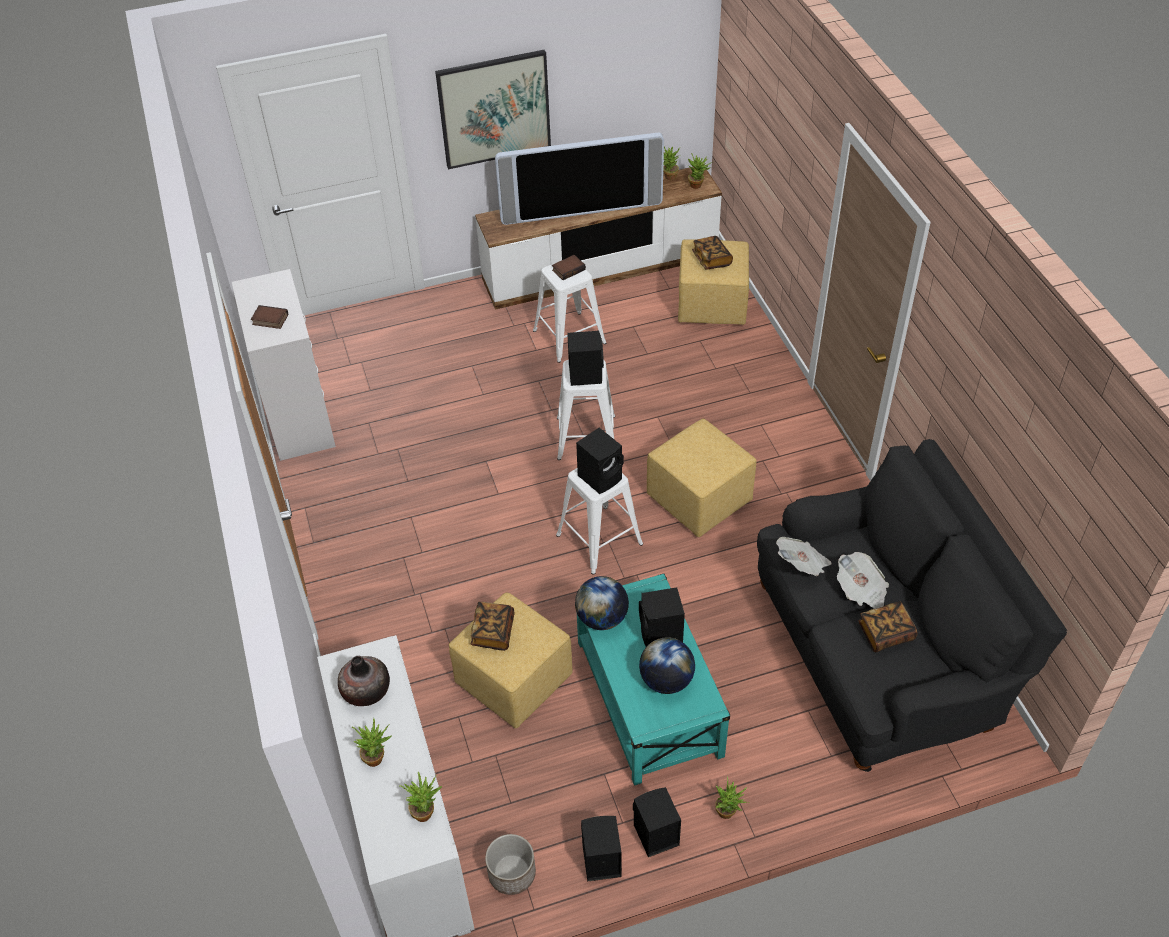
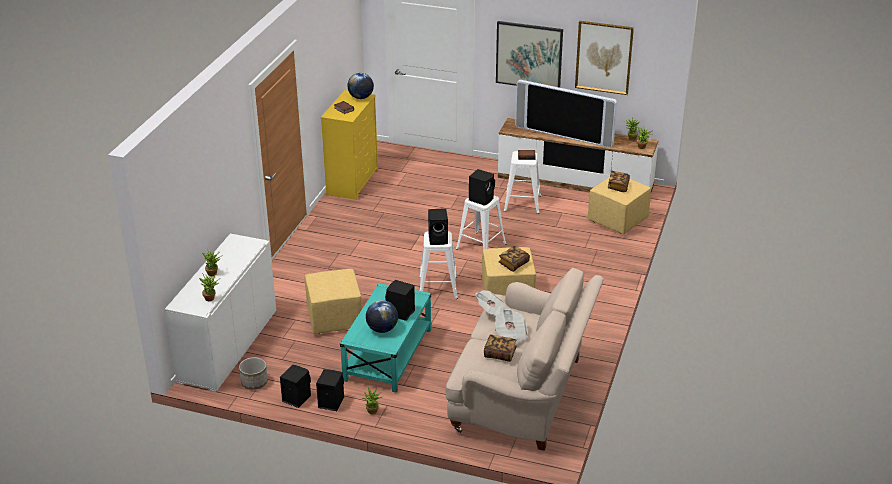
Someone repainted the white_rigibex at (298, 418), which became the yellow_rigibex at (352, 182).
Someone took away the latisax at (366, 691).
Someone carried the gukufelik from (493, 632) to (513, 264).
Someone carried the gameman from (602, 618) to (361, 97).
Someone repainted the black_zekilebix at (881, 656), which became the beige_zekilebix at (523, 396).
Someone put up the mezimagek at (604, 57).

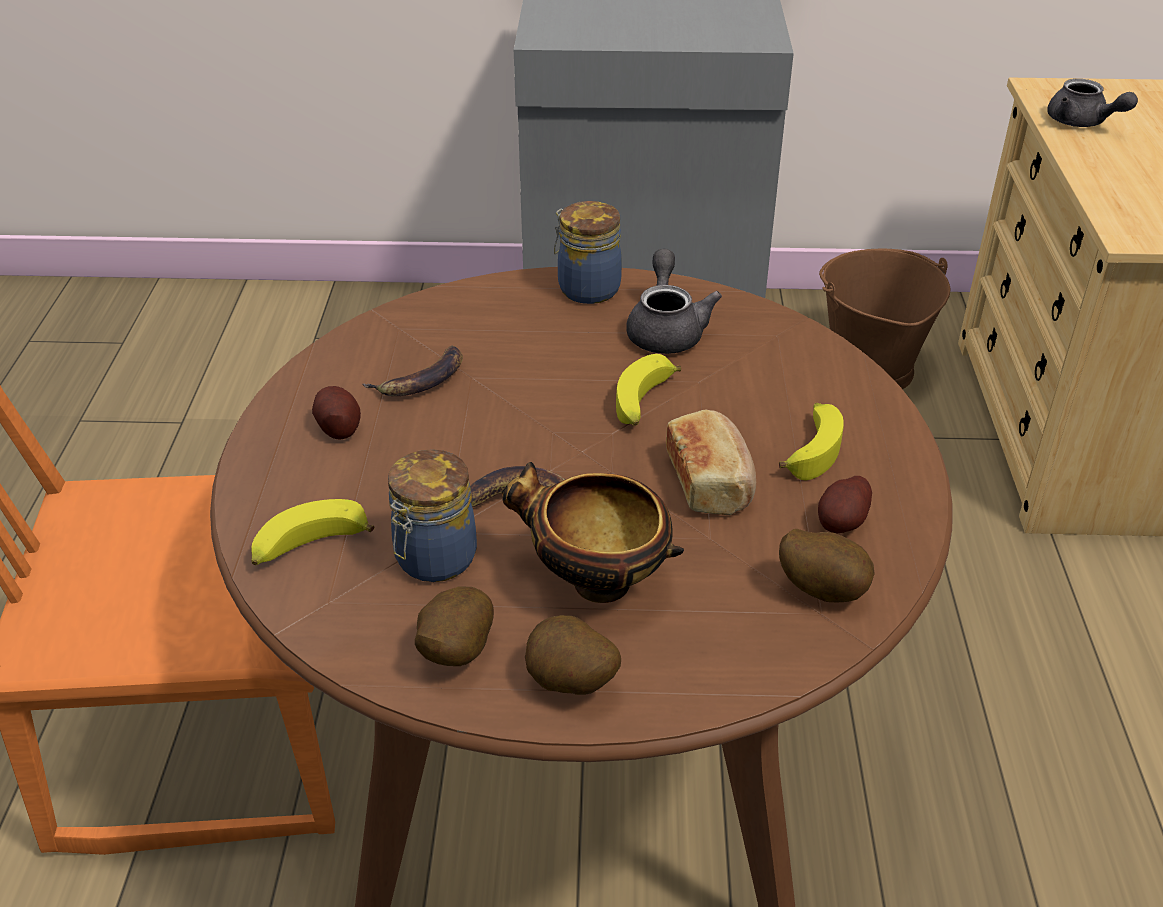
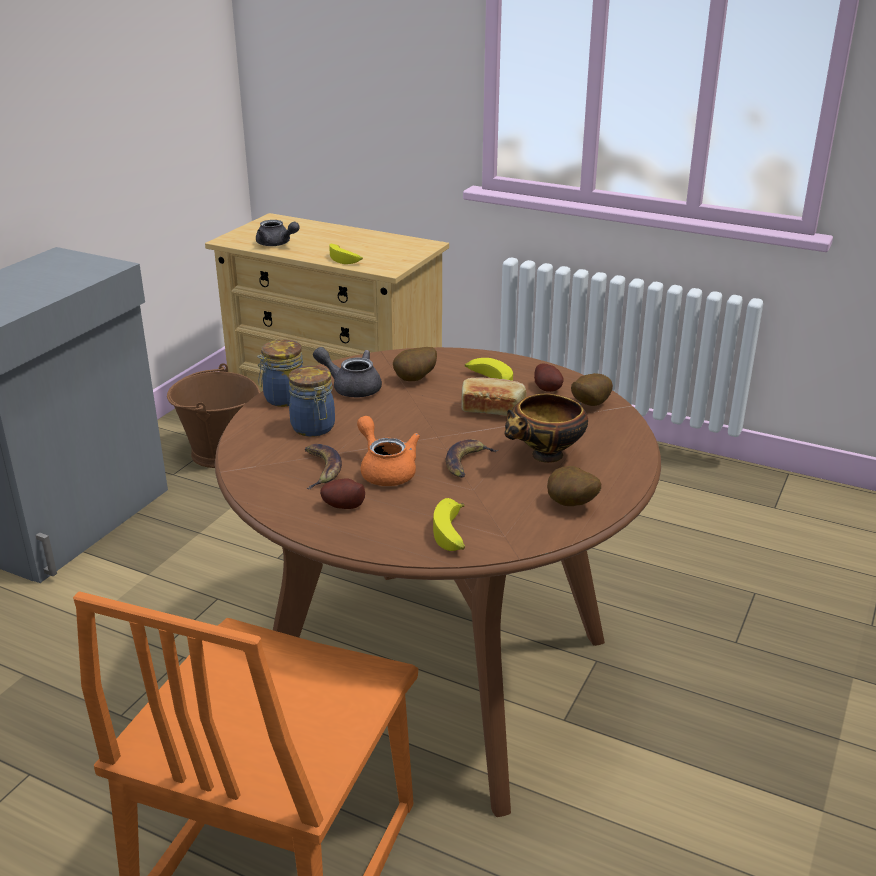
Someone carried the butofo from (433, 560) to (314, 428).
Someone carried the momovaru from (570, 685) to (416, 380).
Someone carried the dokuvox from (644, 403) to (345, 259).
Someone rotated the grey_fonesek at (1082, 123) by 45 degrees clockwise.
Someone put down the orange_fonesek at (385, 470).

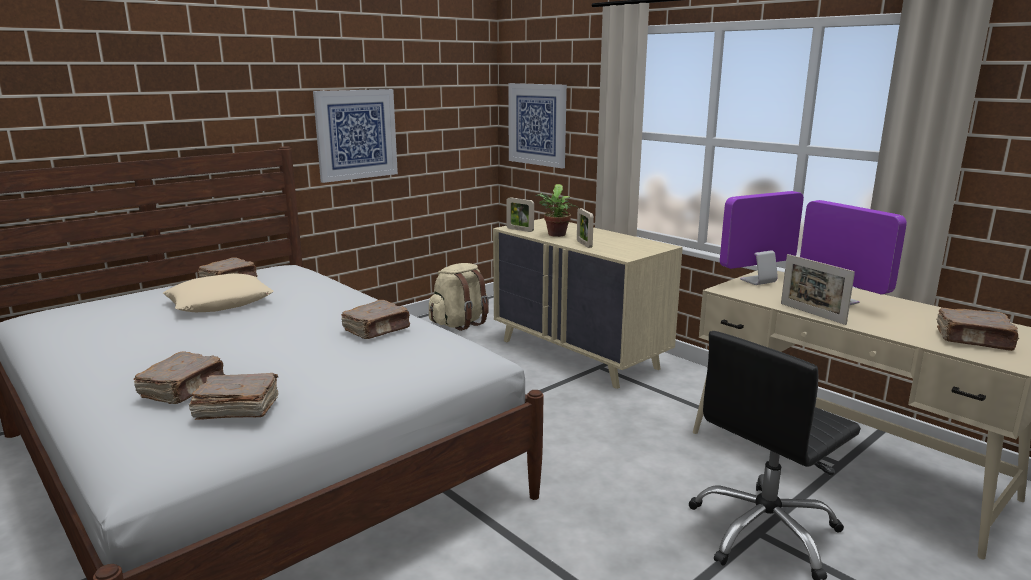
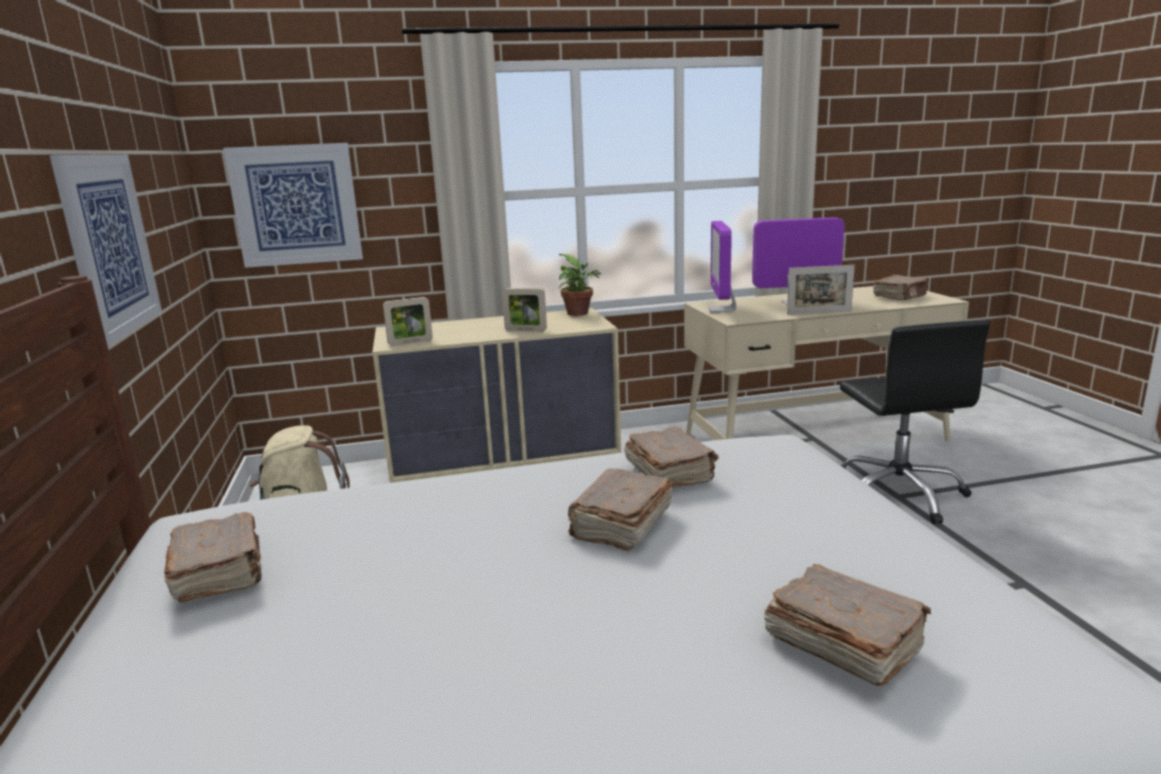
Someone took away the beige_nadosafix at (220, 302).
Someone carried the brown_gukufelik from (236, 409) to (620, 525).
Someone carried the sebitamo from (556, 235) to (579, 314).

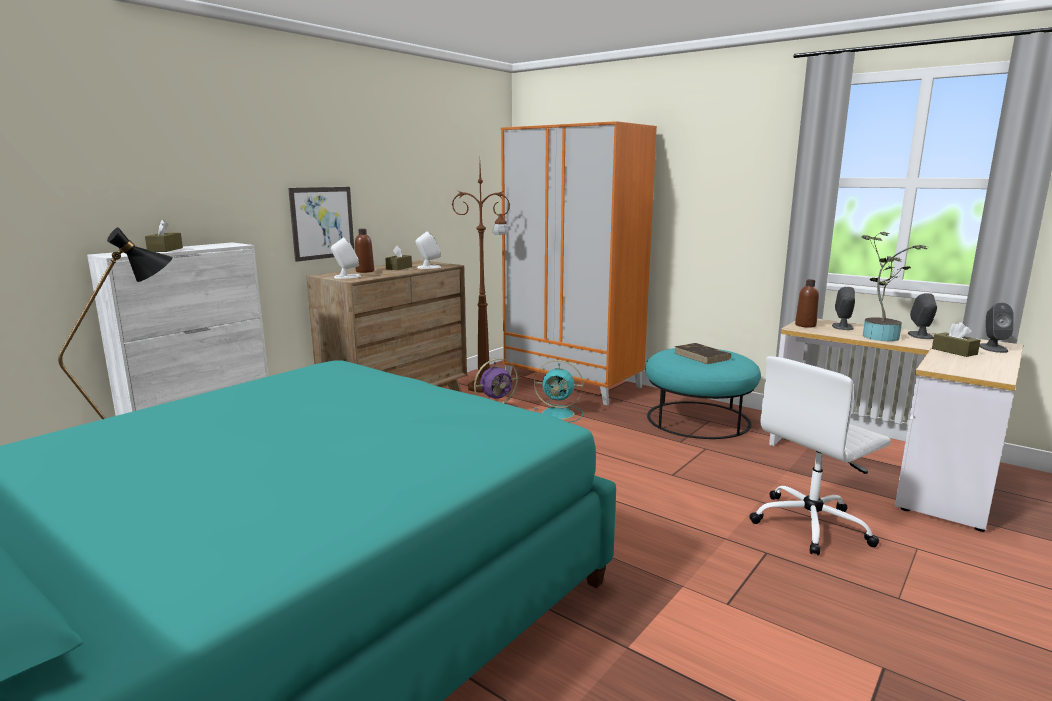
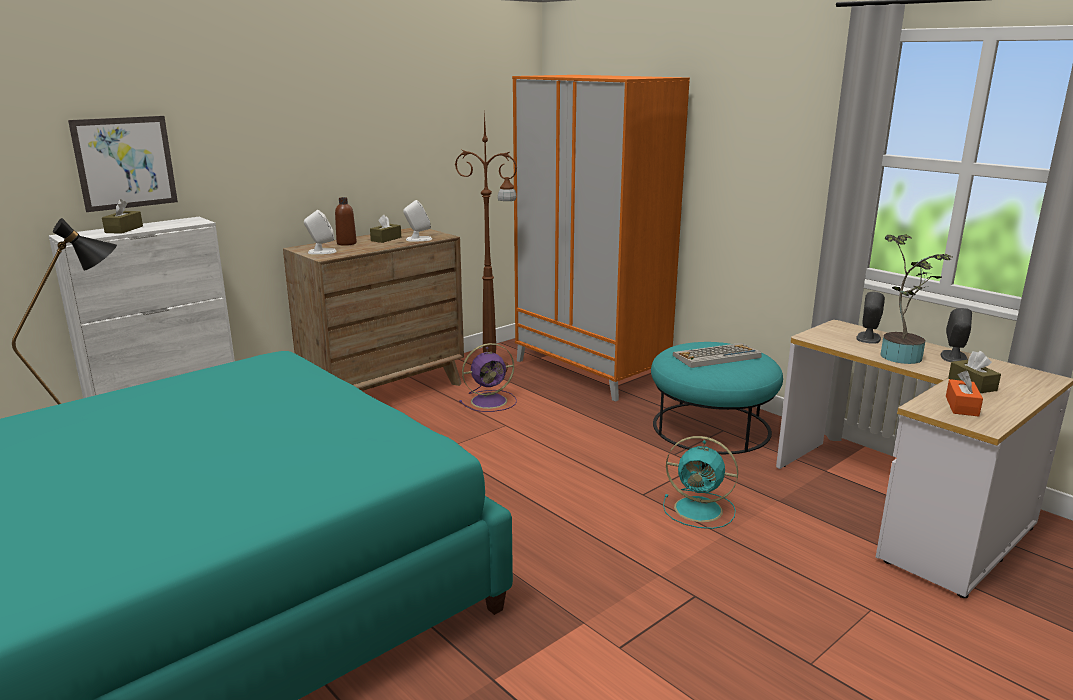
Someone carried the mezimagek from (322, 223) to (125, 163).
Someone carried the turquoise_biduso from (559, 414) to (700, 510).
Someone swapped the brown_gukufelik at (702, 356) for the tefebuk at (716, 357).
Someone took away the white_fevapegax at (812, 524).
Someone took away the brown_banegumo at (805, 325).
Someone took away the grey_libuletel at (993, 348).
Someone put down the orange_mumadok at (962, 406).

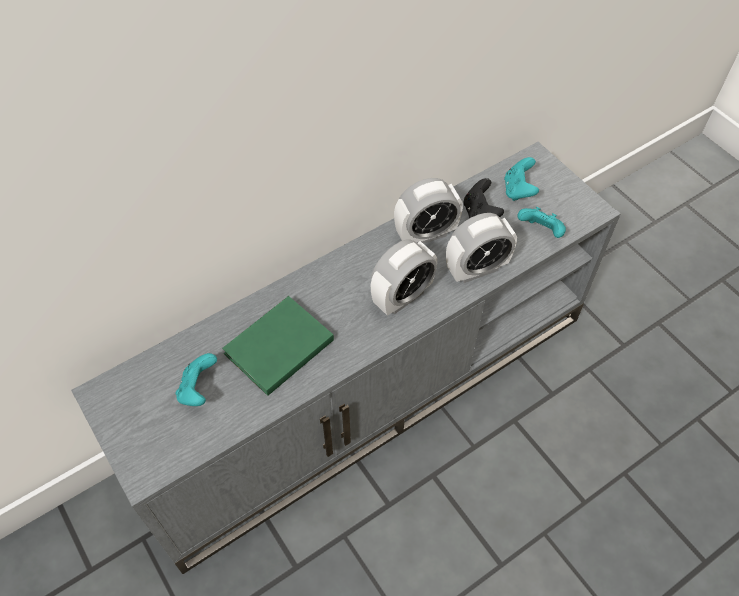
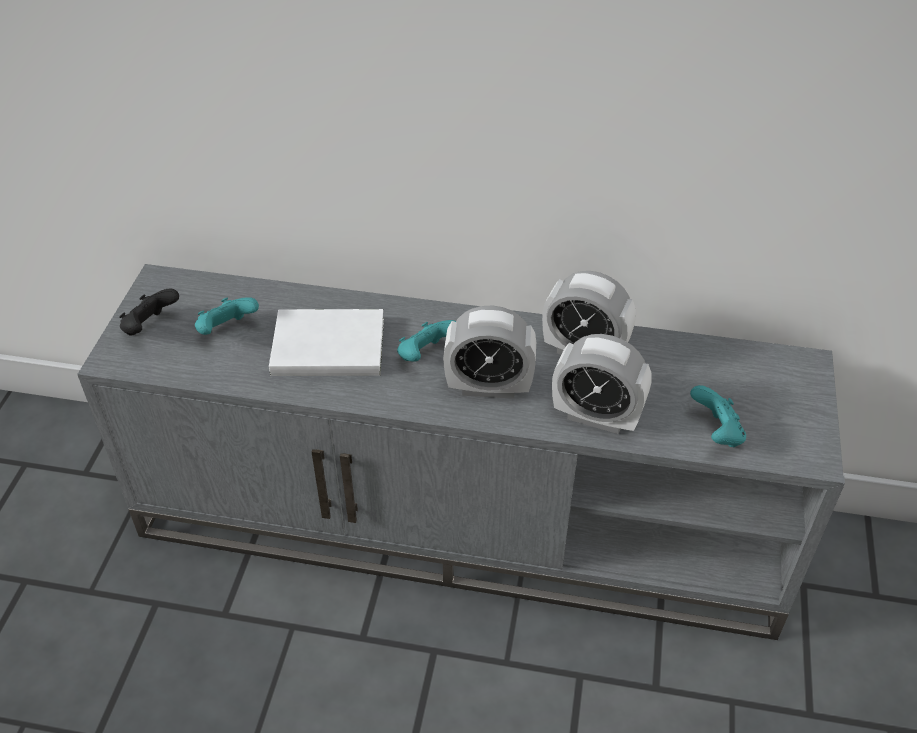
Someone repainted the green_gukufelik at (276, 347), which became the white_gukufelik at (325, 345).
Someone carried the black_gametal from (480, 213) to (150, 327).
Someone carried the turquoise_gametal from (518, 190) to (426, 355).

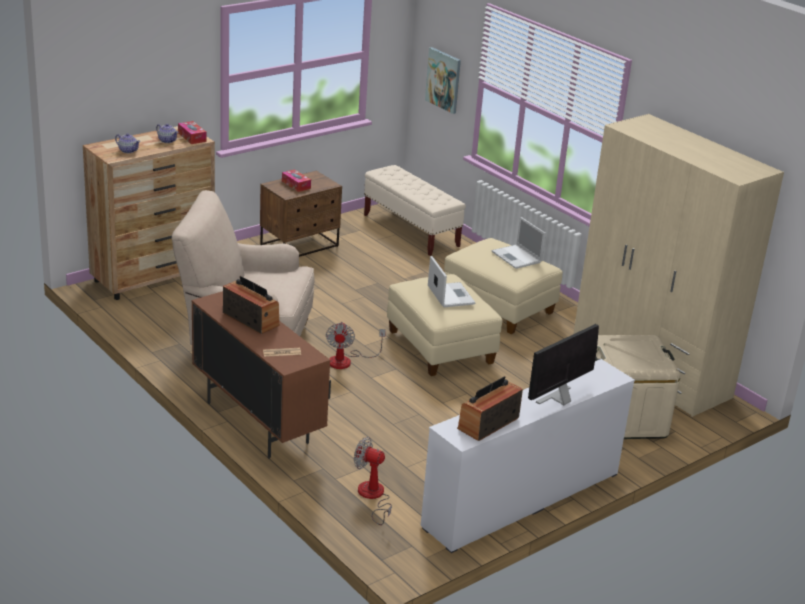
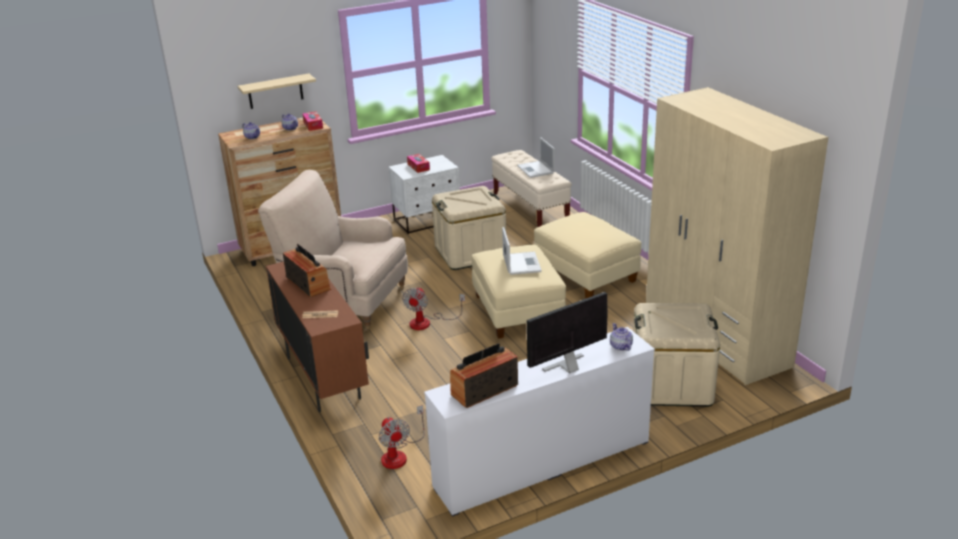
Someone repainted the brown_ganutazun at (300, 246), which became the white_ganutazun at (427, 220).
Someone rotated the biduso at (373, 497) by 150 degrees counterclockwise.
Someone took away the mezimagek at (444, 80).
Someone carried the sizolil from (517, 257) to (536, 170).
Someone put up the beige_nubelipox at (275, 91).
Someone put down the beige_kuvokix at (470, 253).
Someone put down the fonesek at (620, 346).

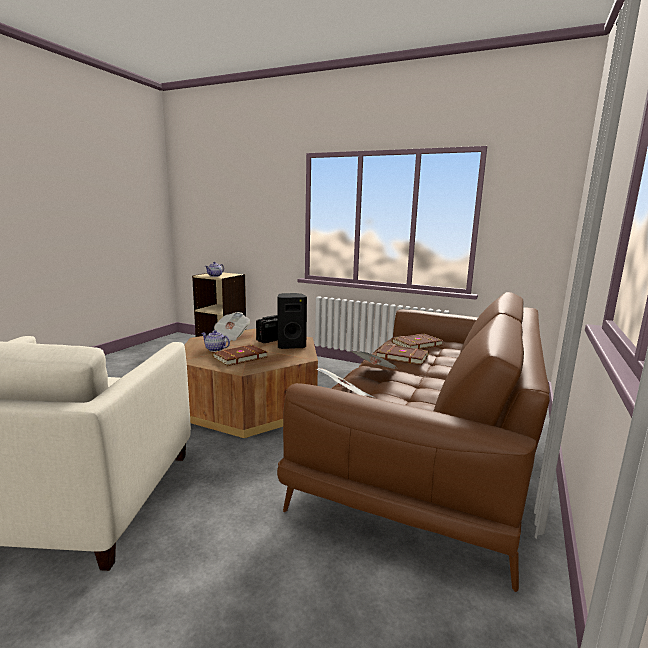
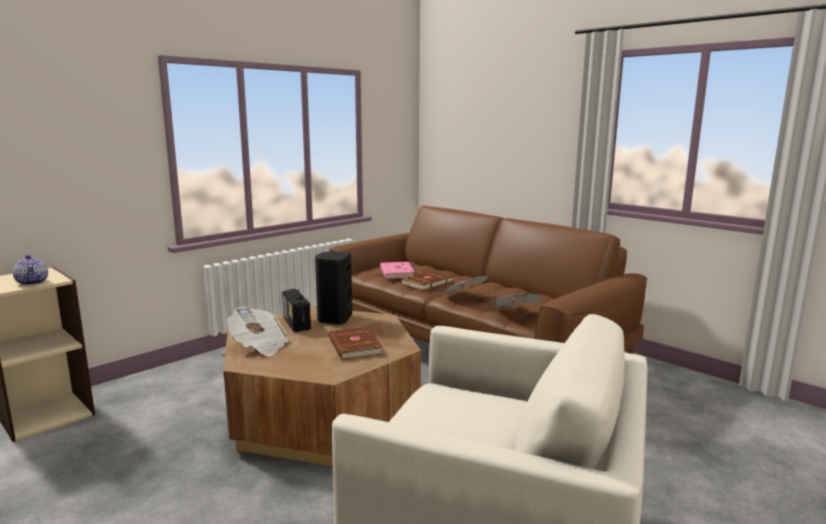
Someone took away the fonesek at (215, 349).
Someone repainted the brown_gukufelik at (416, 344), which became the pink_gukufelik at (396, 272).

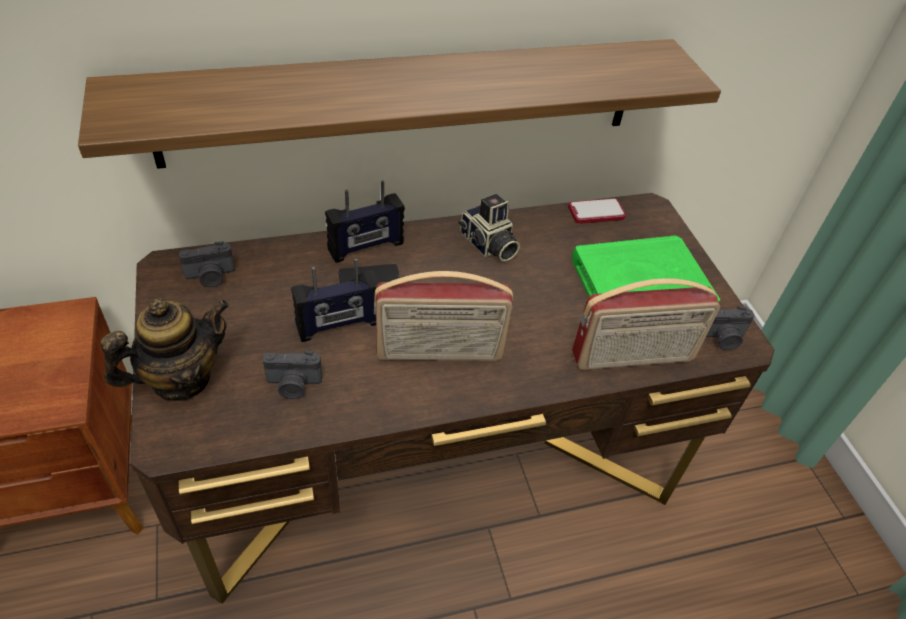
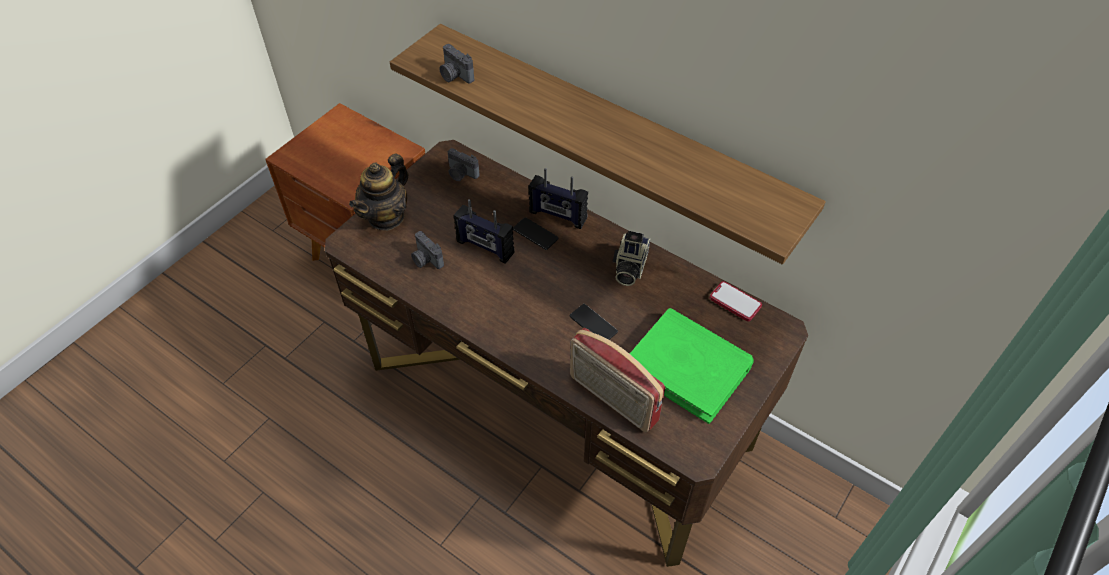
Someone rotated the fonesek at (181, 379) by 105 degrees clockwise.
Someone took away the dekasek at (439, 353).
Someone carried the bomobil from (721, 338) to (455, 75).
Someone put down the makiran at (593, 324).

